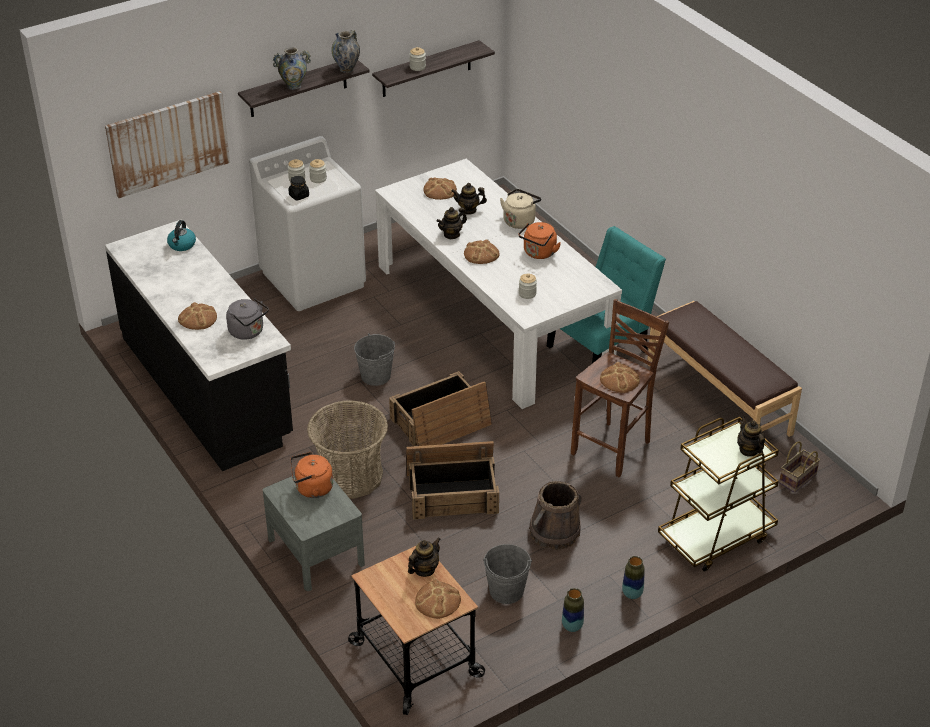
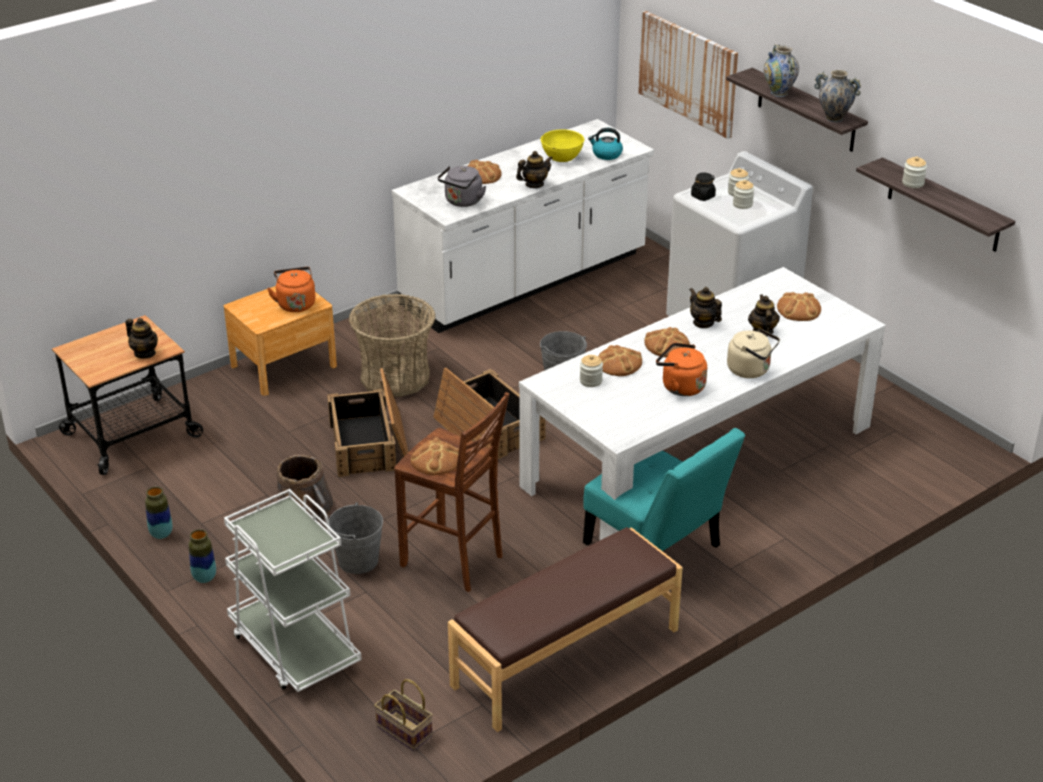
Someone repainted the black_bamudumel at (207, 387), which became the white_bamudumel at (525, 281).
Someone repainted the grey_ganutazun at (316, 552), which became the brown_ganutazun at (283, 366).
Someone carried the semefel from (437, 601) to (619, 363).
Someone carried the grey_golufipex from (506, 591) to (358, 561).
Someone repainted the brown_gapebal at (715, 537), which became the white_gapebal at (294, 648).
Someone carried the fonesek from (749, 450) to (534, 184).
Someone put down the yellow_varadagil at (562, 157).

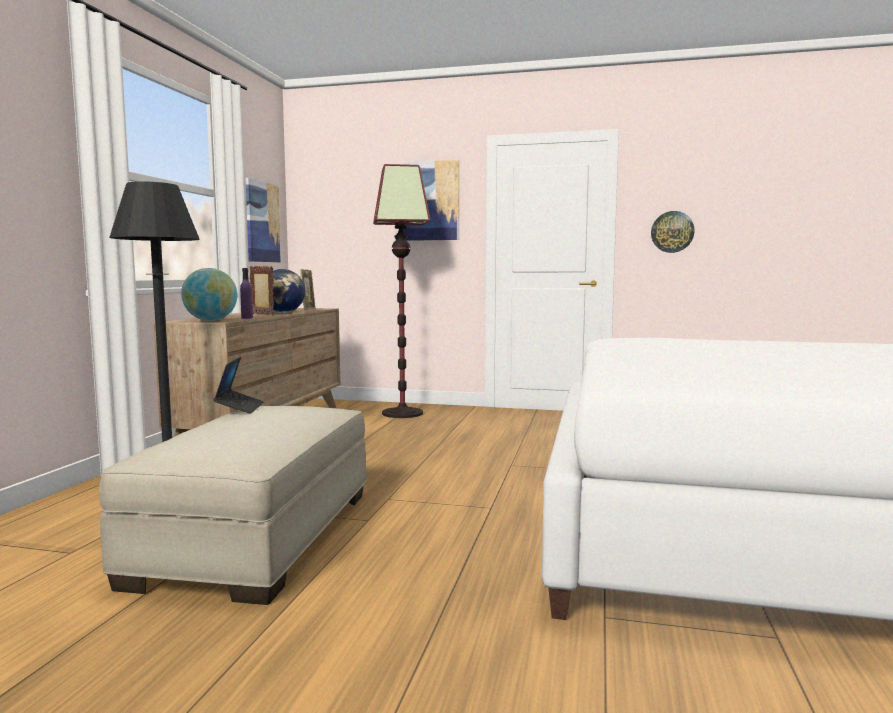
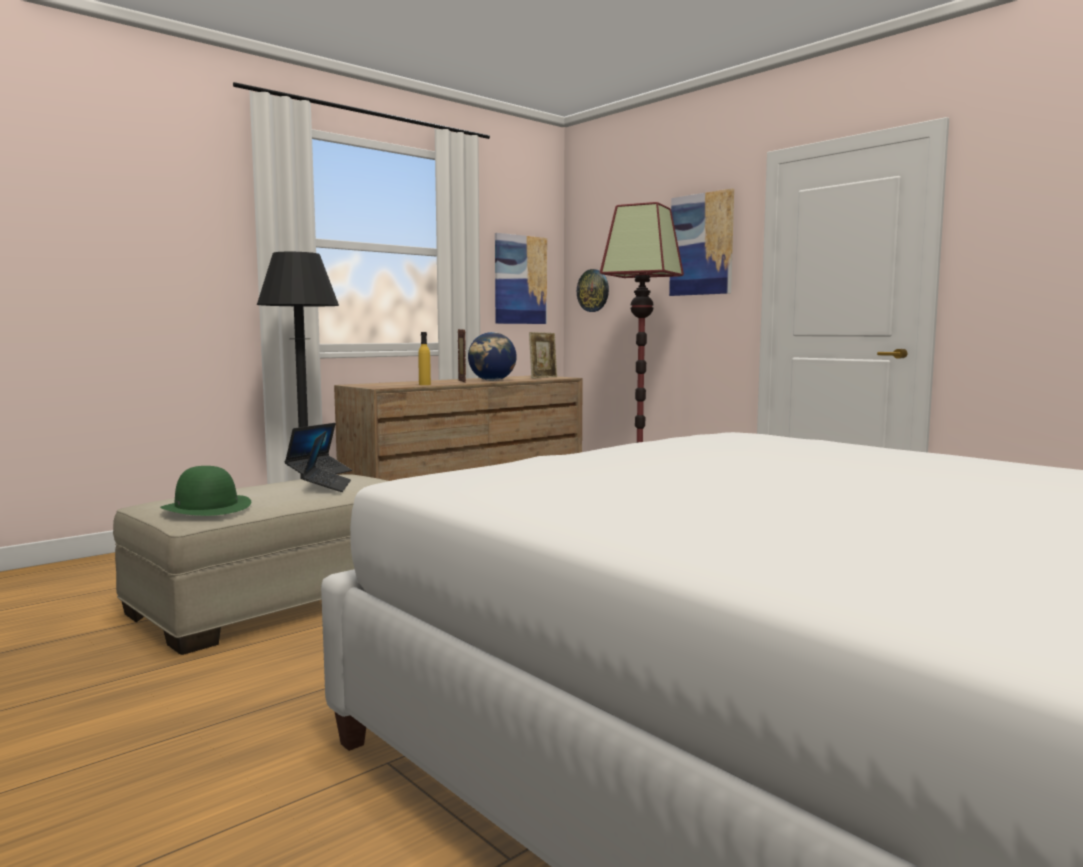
Someone took away the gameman at (210, 320).
Someone repainted the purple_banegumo at (247, 318), which became the yellow_banegumo at (424, 384).
Someone carried the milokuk from (672, 232) to (593, 290).
Someone put down the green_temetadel at (207, 507).
Someone put down the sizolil at (327, 486).

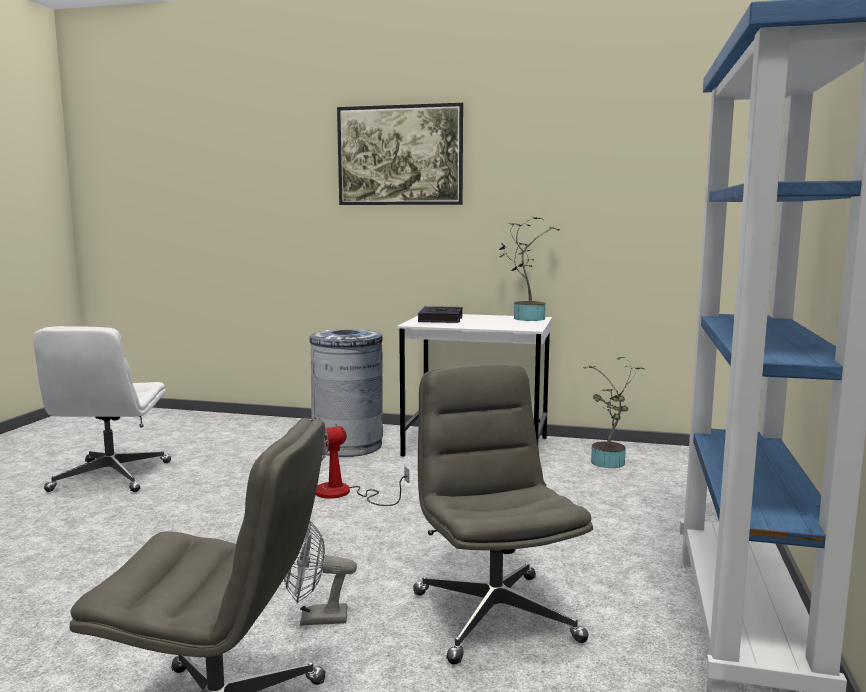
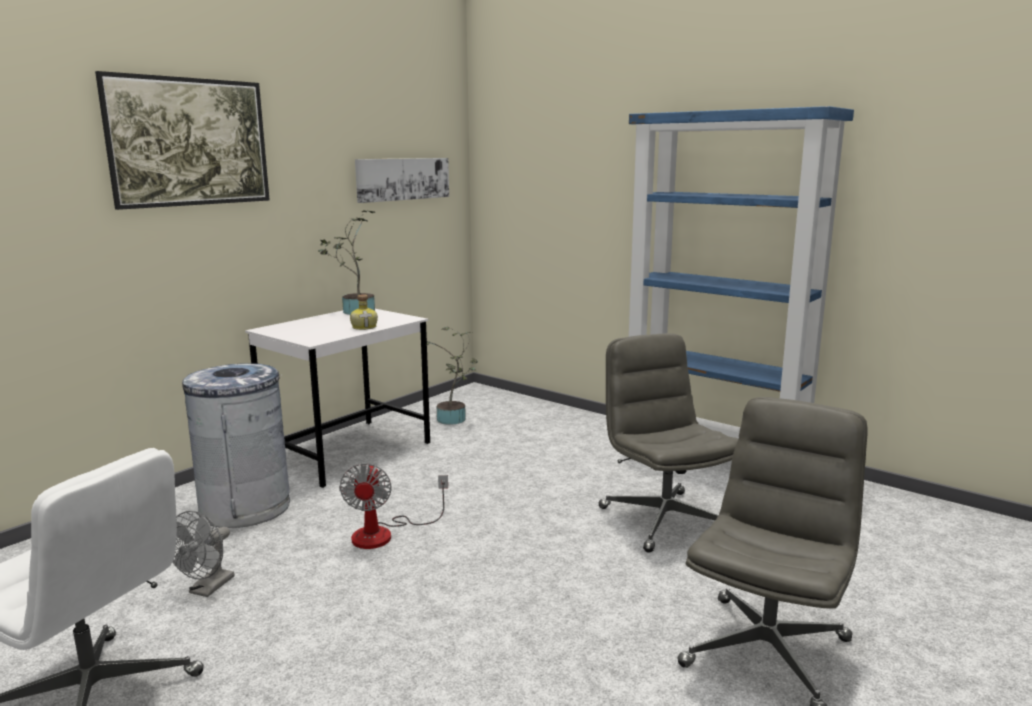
Someone carried the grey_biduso from (315, 619) to (207, 589).
Someone rotated the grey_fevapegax at (494, 615) by 60 degrees clockwise.
Someone took away the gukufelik at (441, 319).
Someone put down the banegumo at (365, 327).
Someone put up the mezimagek at (403, 179).

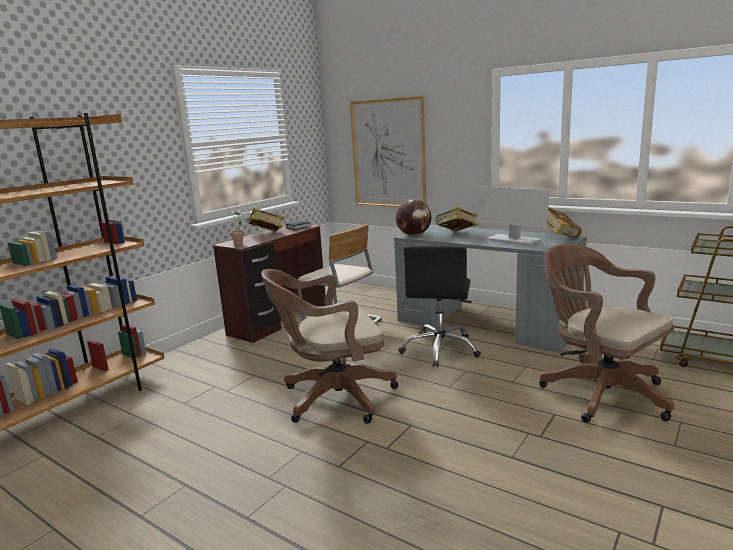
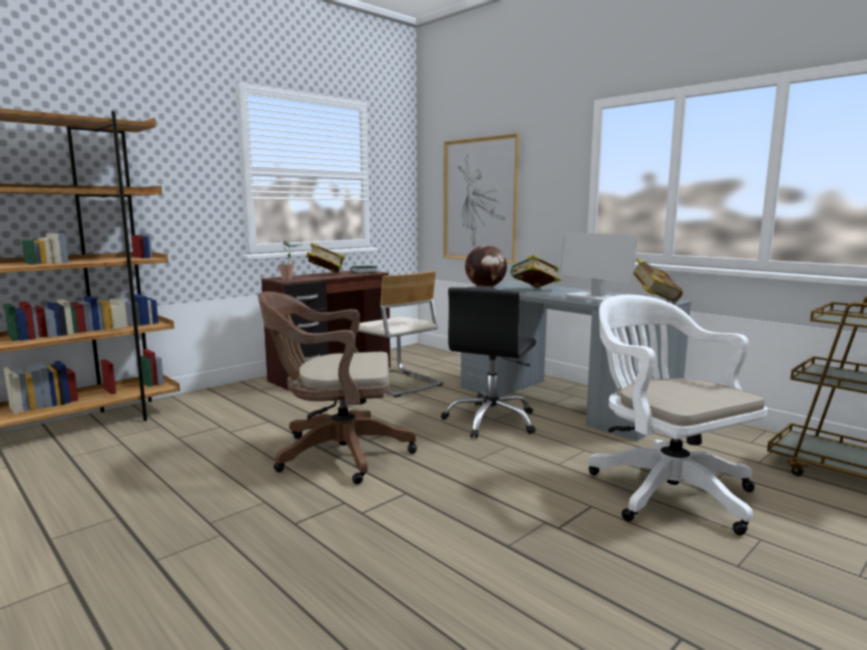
Someone repainted the brown_fevapegax at (598, 392), which became the white_fevapegax at (664, 489).

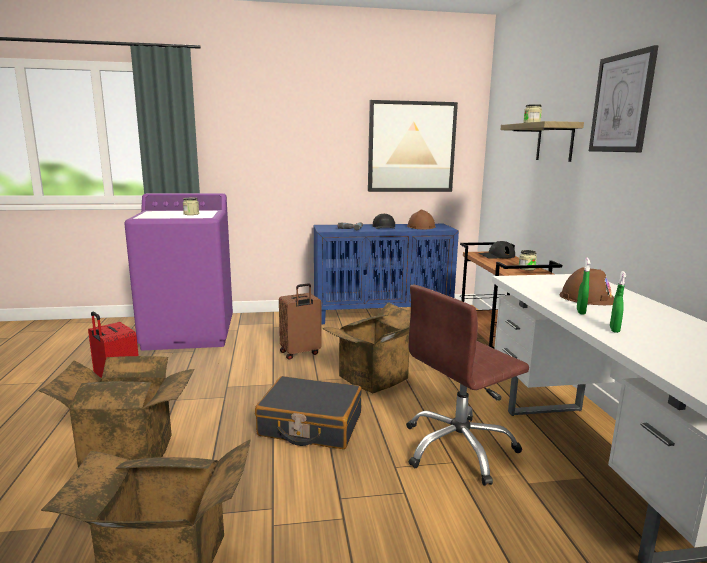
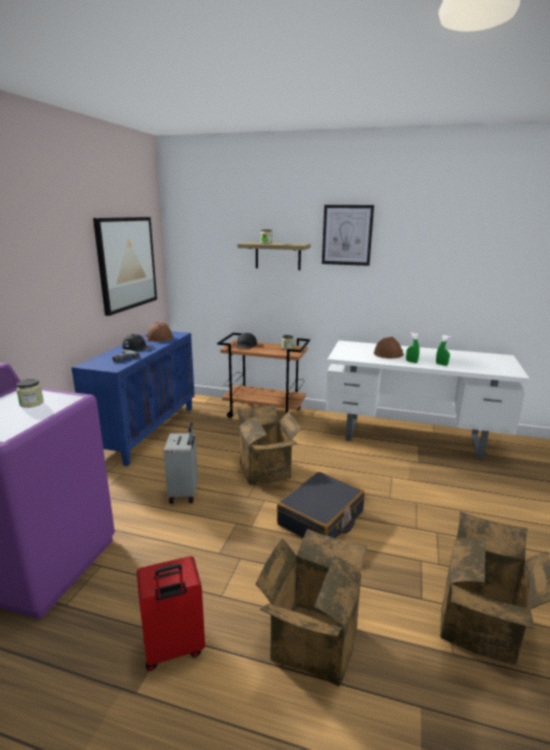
Someone repainted the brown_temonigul at (300, 353), which became the grey_temonigul at (184, 493).
Someone took away the brown_fevapegax at (458, 448).

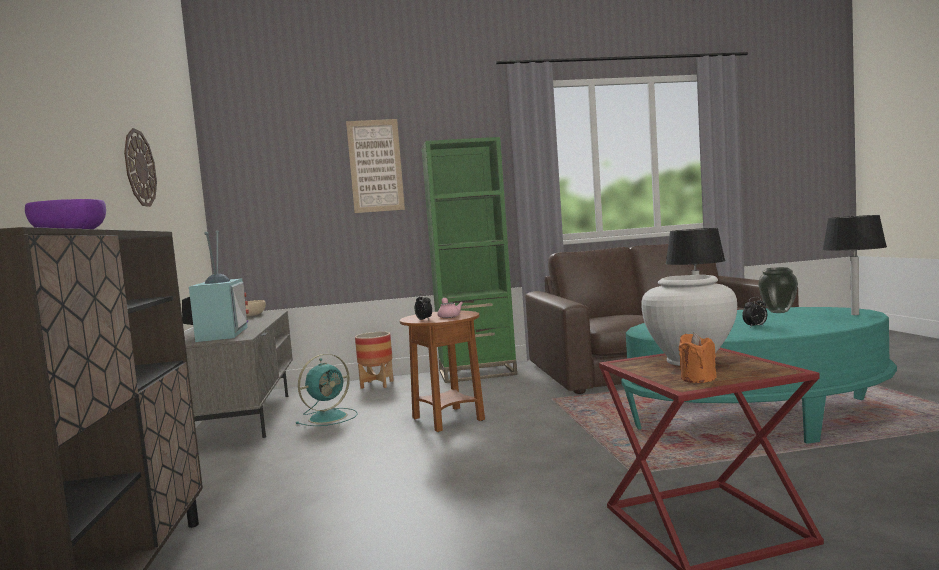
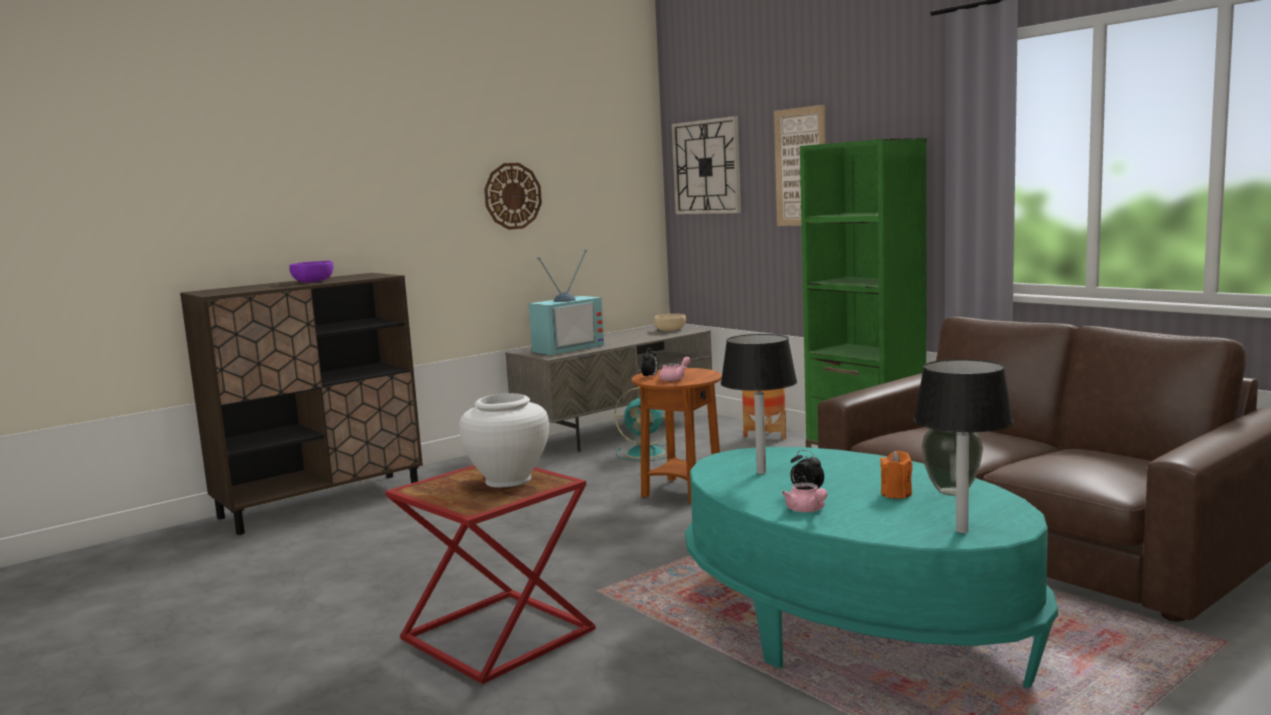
Someone carried the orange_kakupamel from (697, 379) to (896, 494).
Someone put up the milokuk at (706, 167).
Someone put down the pink_fonesek at (807, 510).

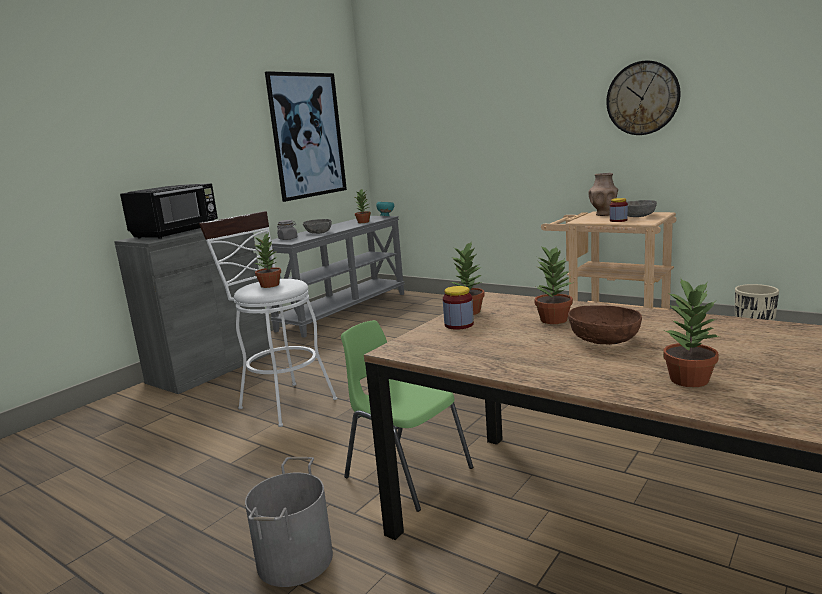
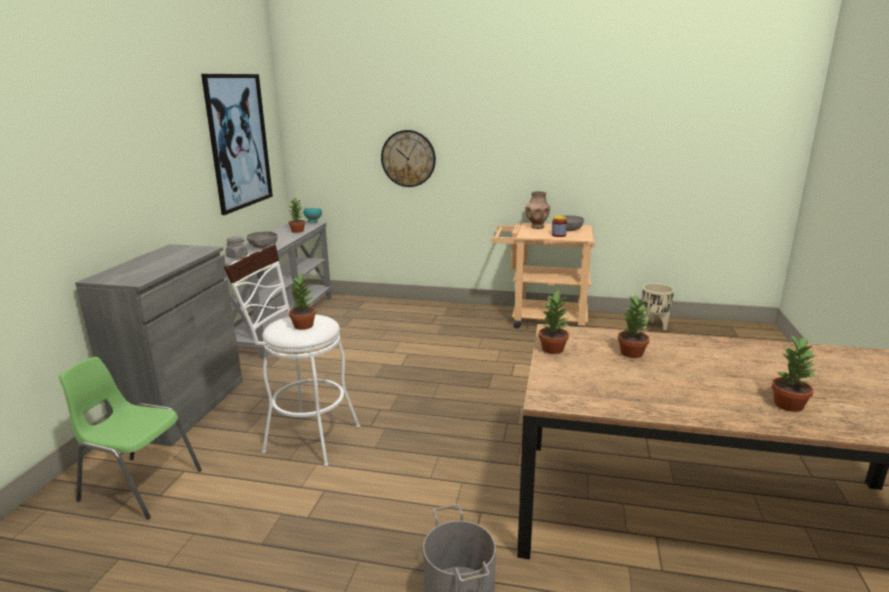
Someone took away the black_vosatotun at (177, 232).
Someone carried the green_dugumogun from (406, 472) to (139, 485).
Someone took away the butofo at (459, 325).
Someone took away the brown_varadagil at (604, 340).
Someone carried the milokuk from (642, 98) to (408, 158).

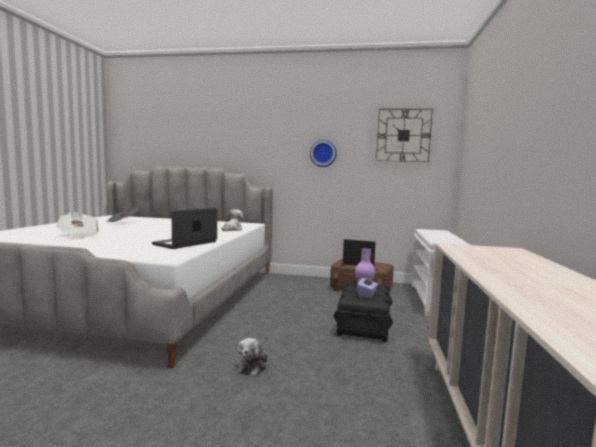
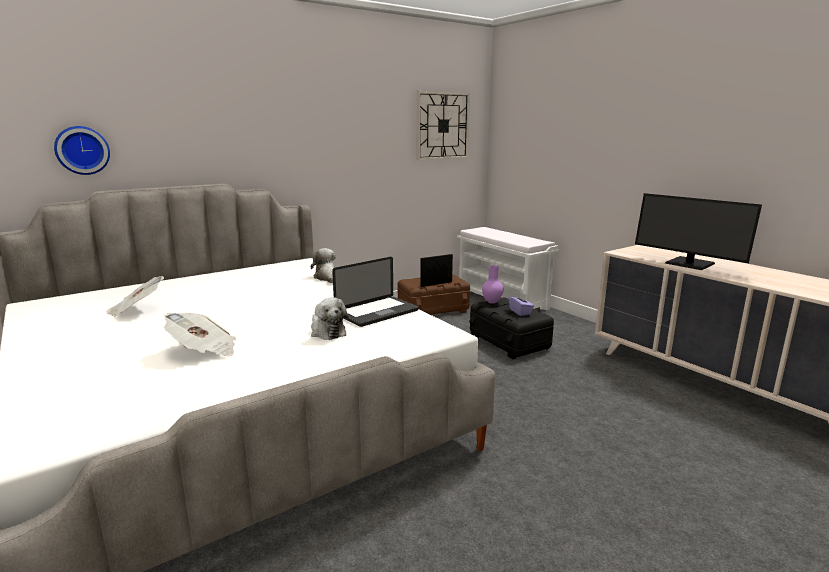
Someone rotated the sizolil at (185, 243) by 120 degrees counterclockwise.
Someone carried the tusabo from (252, 365) to (327, 331).
Someone carried the milokuk from (323, 153) to (82, 150).
Someone put down the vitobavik at (689, 263).

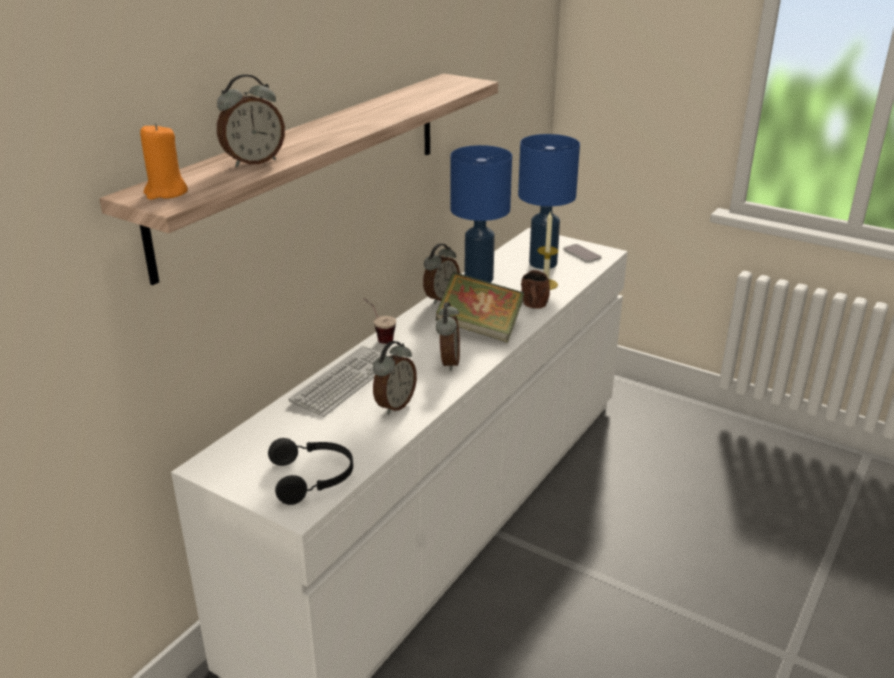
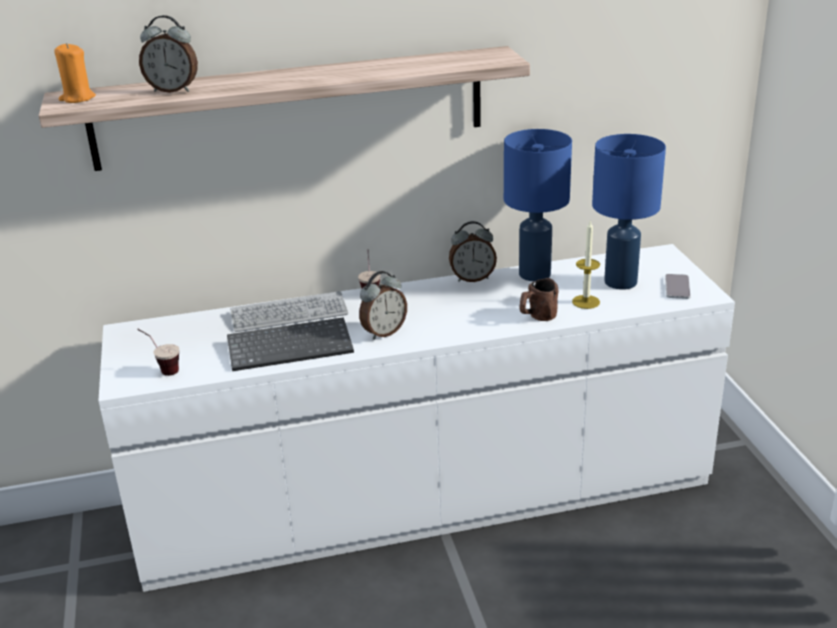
Someone swapped the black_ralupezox at (313, 478) for the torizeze at (162, 369).
Someone swapped the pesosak at (394, 405) for the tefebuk at (291, 346).
Someone took away the gukufelik at (479, 329).

